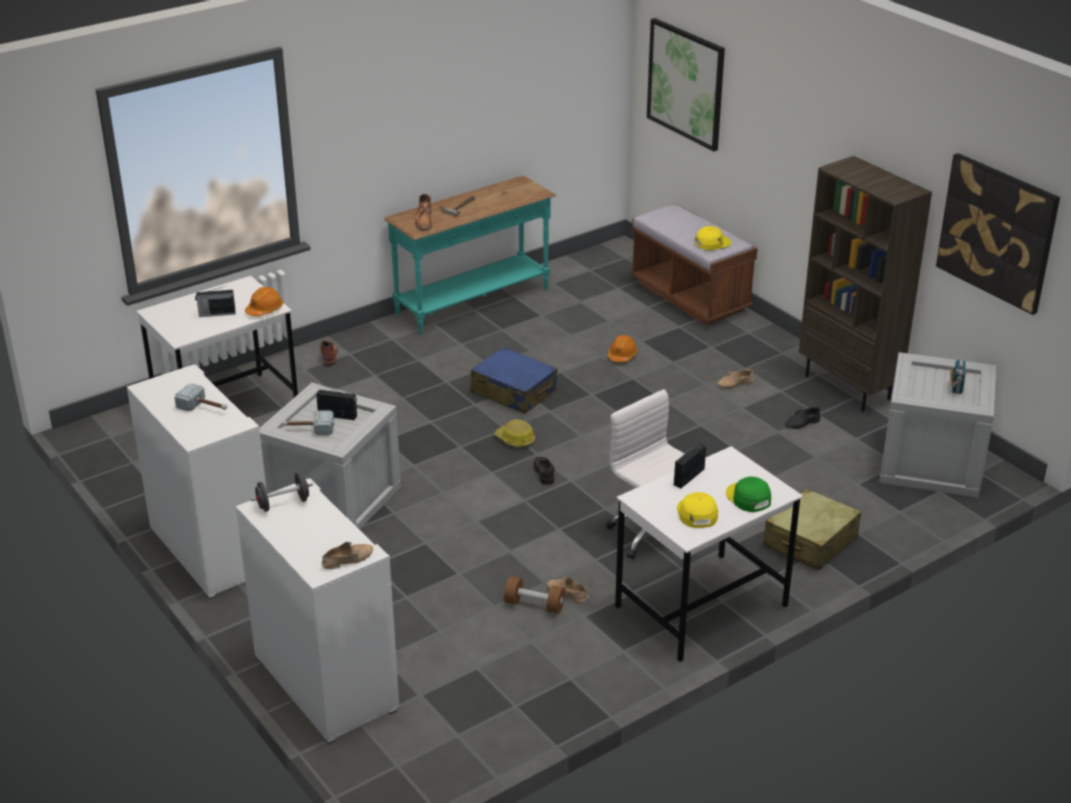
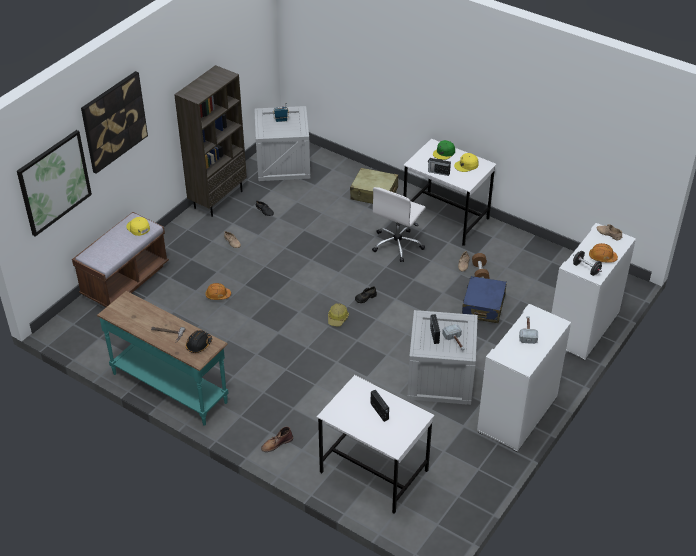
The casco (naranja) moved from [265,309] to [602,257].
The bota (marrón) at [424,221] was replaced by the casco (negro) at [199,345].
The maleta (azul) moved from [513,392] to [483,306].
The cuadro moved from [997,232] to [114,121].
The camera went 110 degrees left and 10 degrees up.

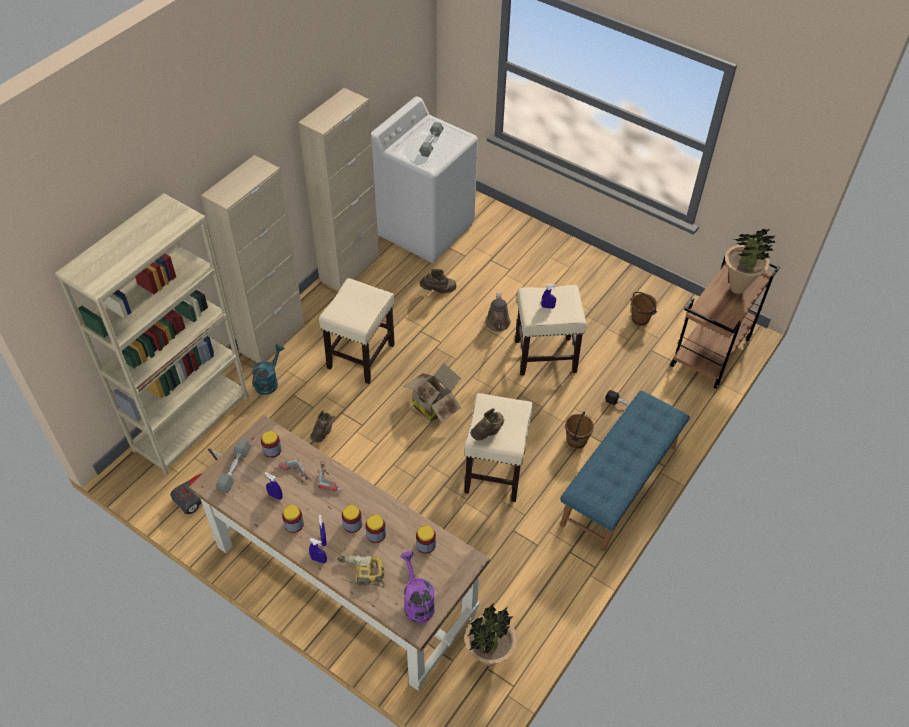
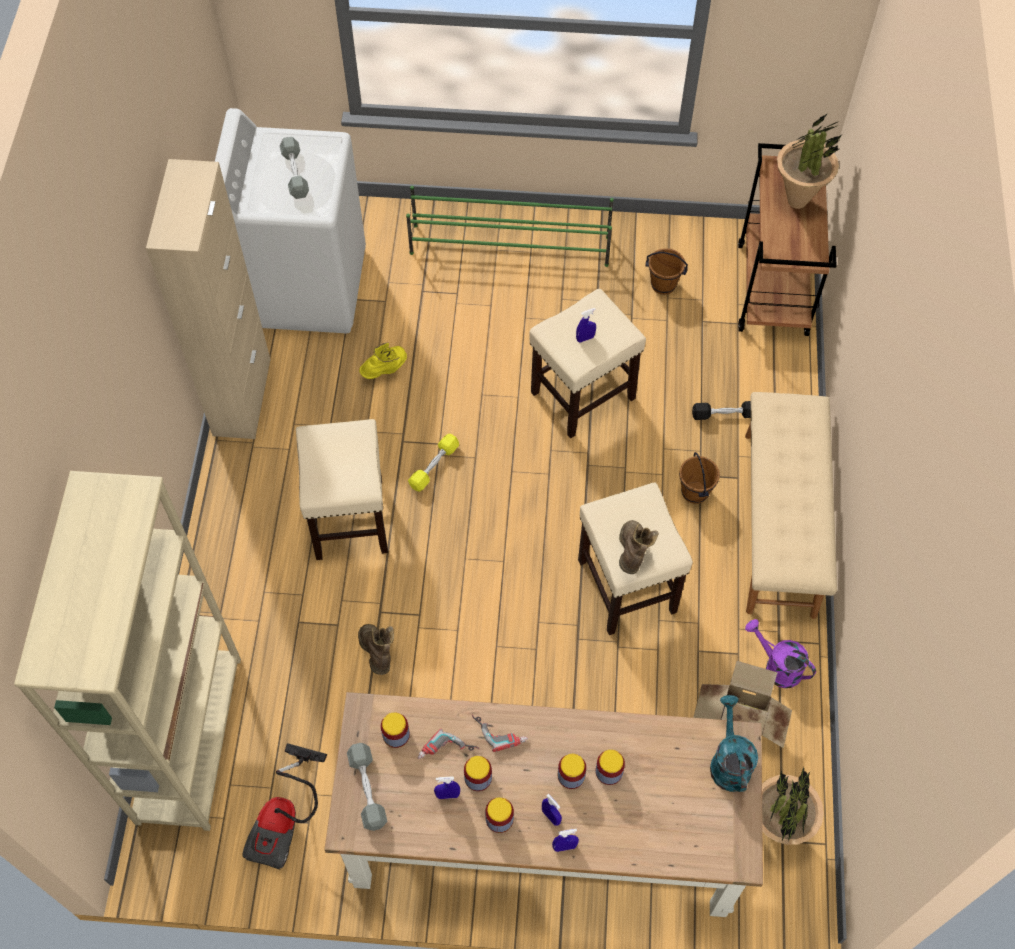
The armario (beis) at [272,338] disappeared.
The regadera (turquesa) moved from [269,381] to [728,761].
The taladro at [361,573] disappeared.
The regadera (morado) moved from [417,601] to [777,666].
The caja de cartón moved from [433,406] to [738,720].
The tarro moved from [426,545] to [478,777].
The bota (marrón) at [438,291] became the bota (amarillo) at [385,370].
The regadera (marrón) at [498,324] disappeared.
The banco (azul) at [620,485] became the banco (beis) at [781,523].
The zapatero (verde) at [511,246] appeared.
The mancuerna (amarillo) at [434,466] appeared.
The camera went 30 degrees left and 10 degrees up.

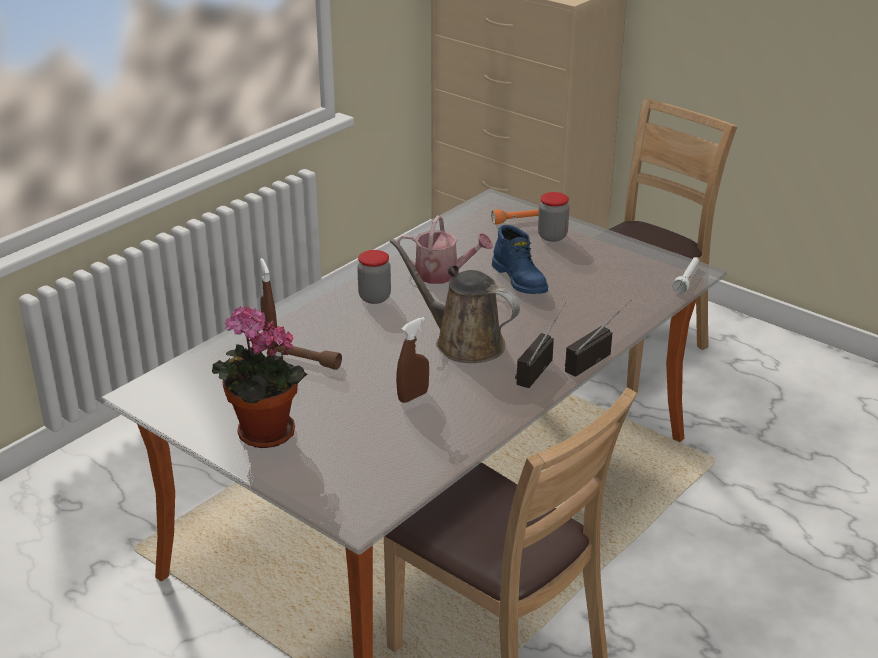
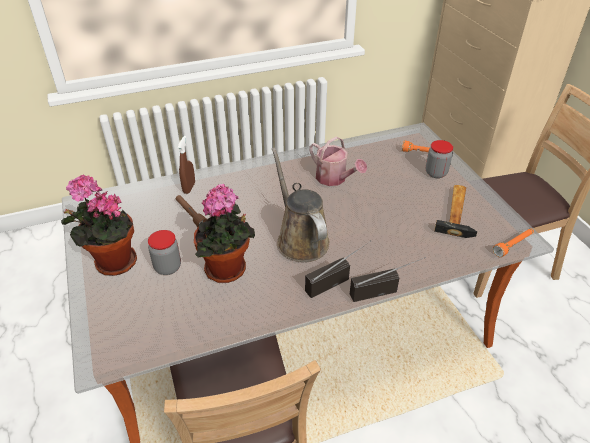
The tarro moved from [374,297] to [168,267].
The pulverizador (marrón) at [413,396] was replaced by the planta en maceta at [228,271].
The bota (azul) at [521,280] disappeared.
The linterna (blanco) at [687,279] became the linterna (naranja) at [513,245].
The martillo at [458,212] appeared.
The camera went 30 degrees right and 10 degrees up.

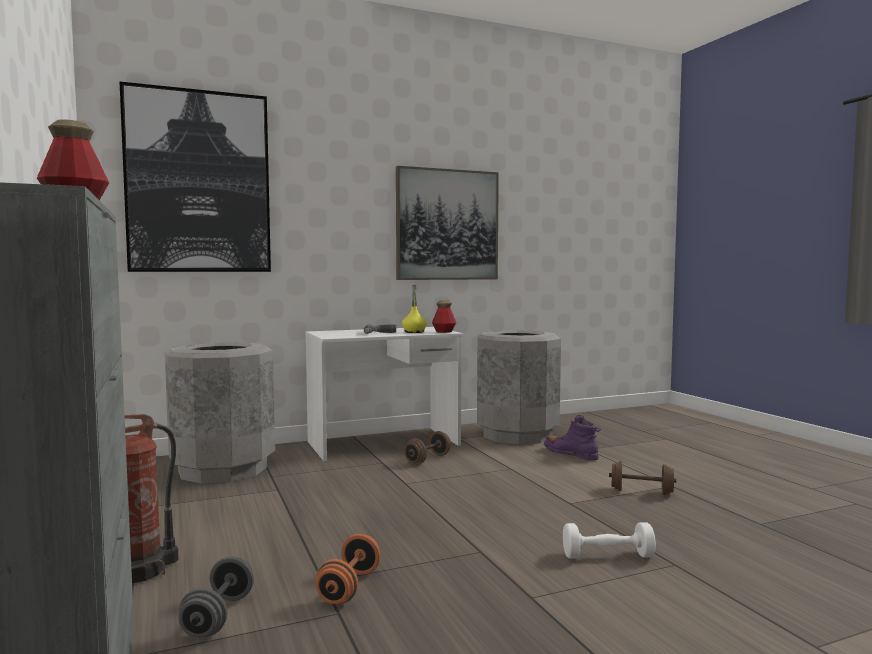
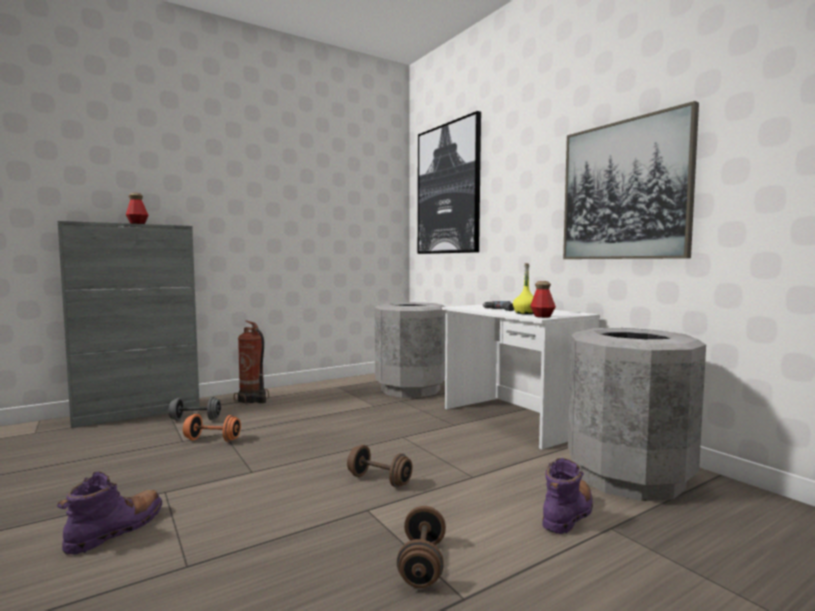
The mancuerna (marrón) moved from [428,459] to [379,480].
The mancuerna (blanco) at [607,556] disappeared.
The bota (morado) at [116,529] appeared.
The camera went 80 degrees right and 0 degrees up.

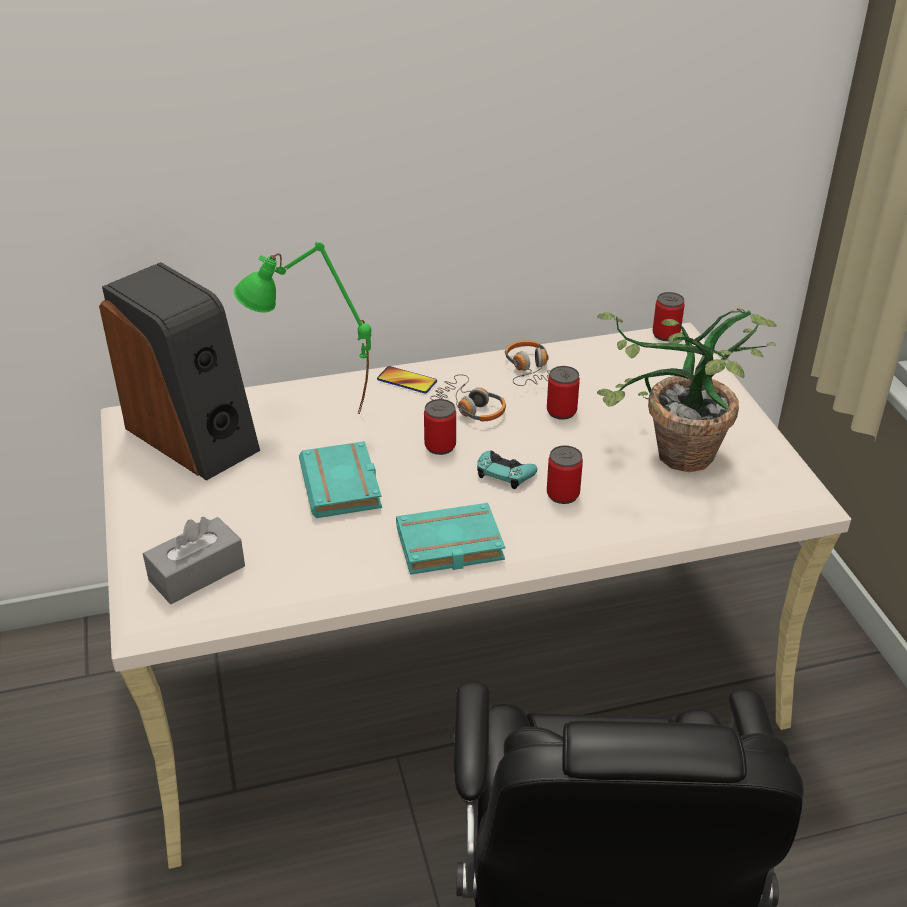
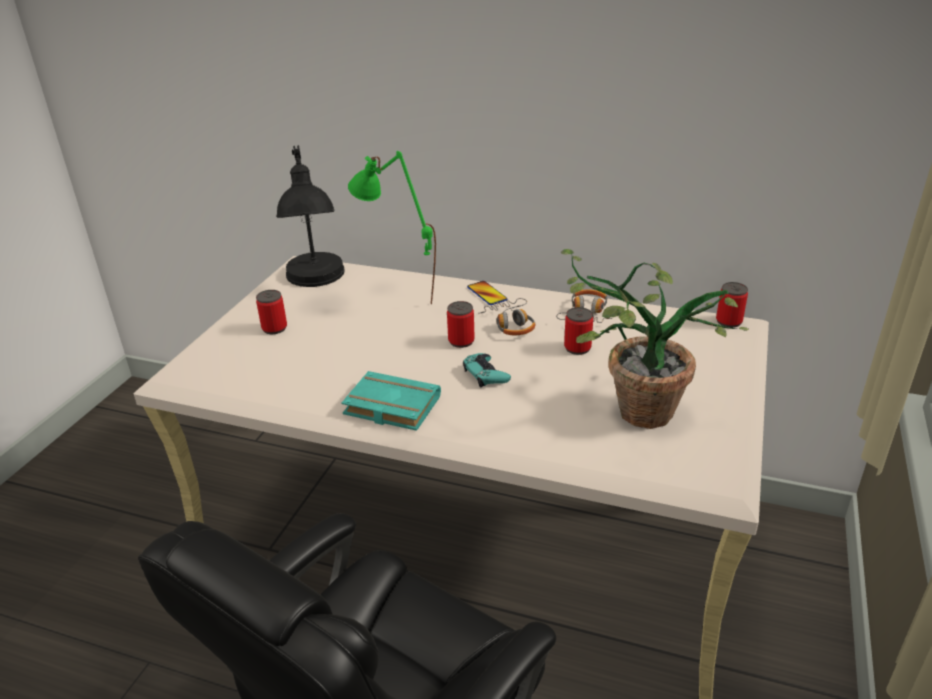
The altavoz at [194,437] was replaced by the lámpara de mesa (negro) at [317,285].
The caja de pañuelos (gris) at [197,573] disappeared.
The libro (turquesa) at [344,487] disappeared.
The lata moved from [563,494] to [274,328].
The camera went 35 degrees right and 5 degrees down.

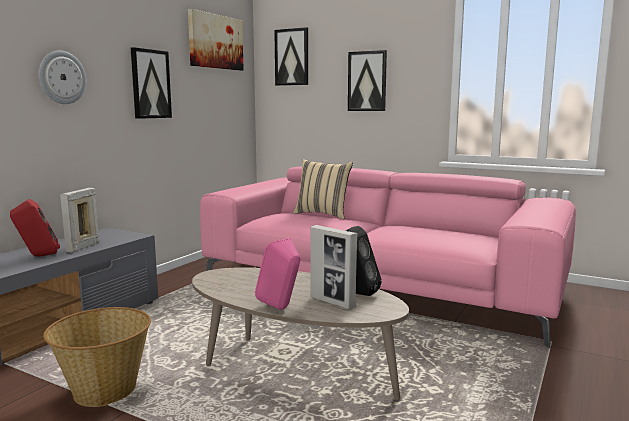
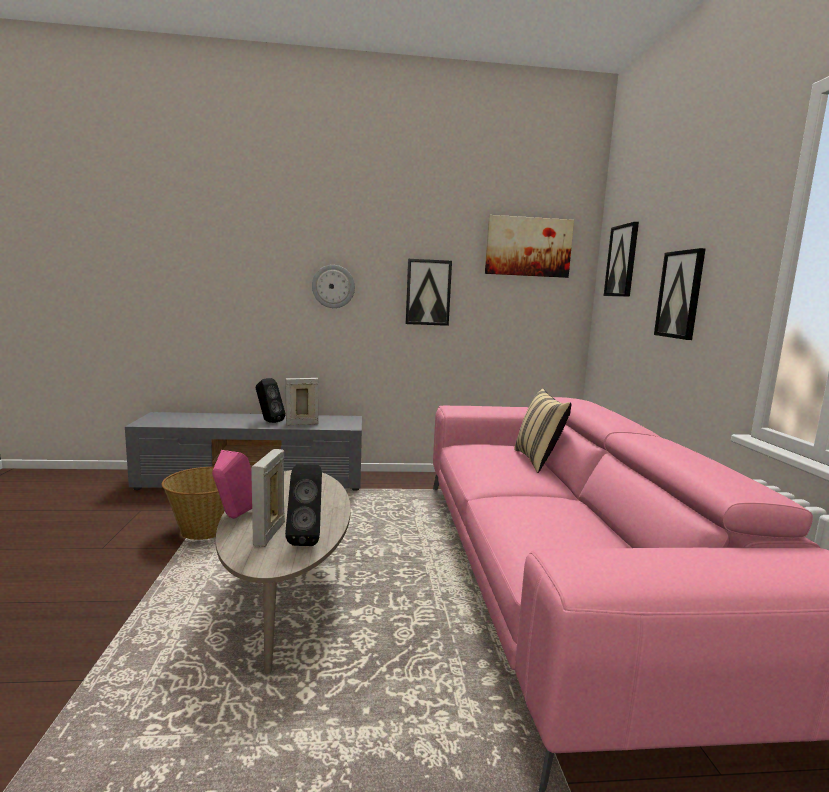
The altavoz (rojo) at [38,256] became the altavoz (negro) at [268,421].
The camera went 55 degrees right and 0 degrees up.

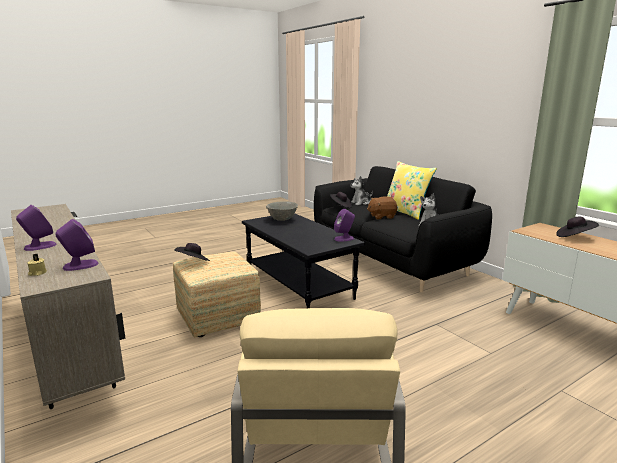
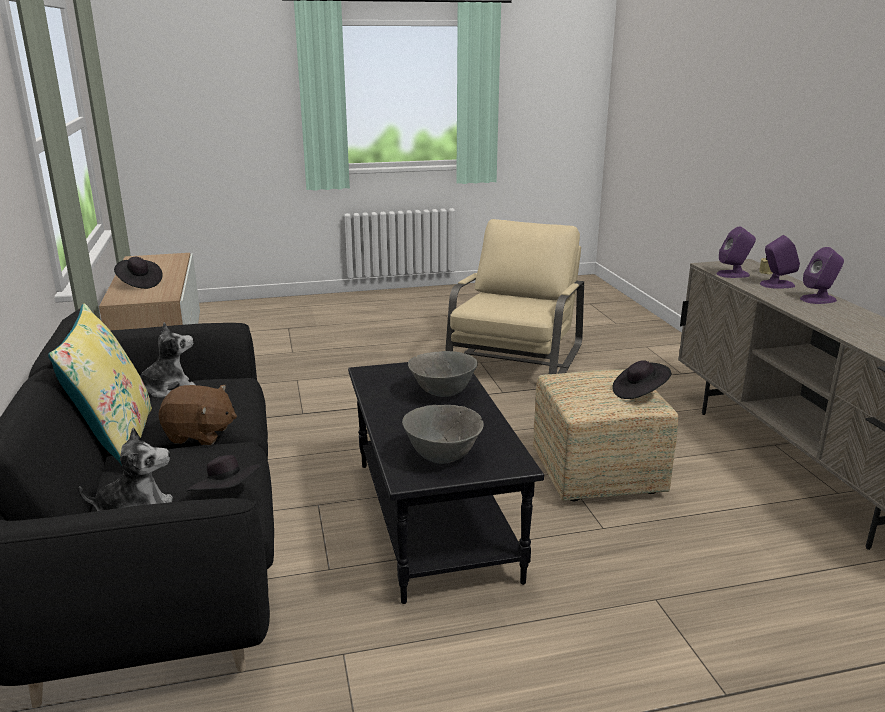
The altavoz (morado) moved from [344,238] to [776,284].
The cuenco (gris) at [443,393] appeared.
The camera went 160 degrees left and 5 degrees up.

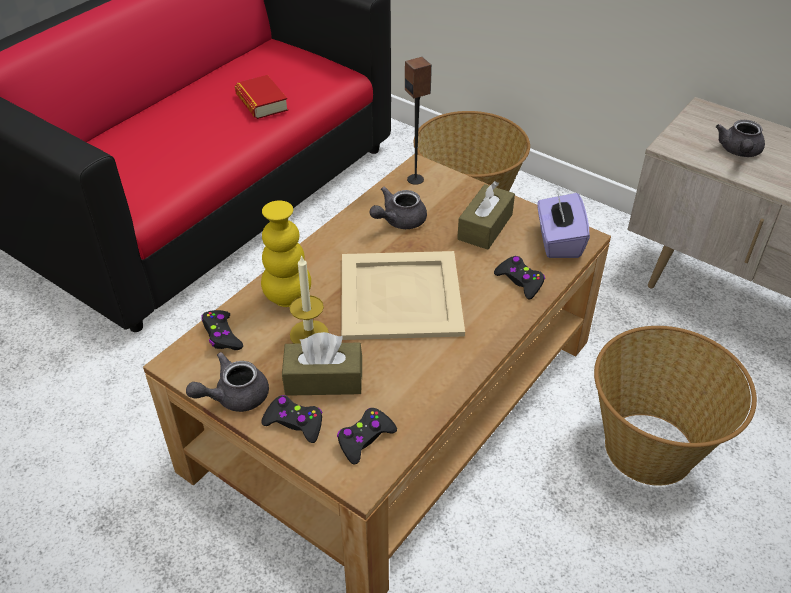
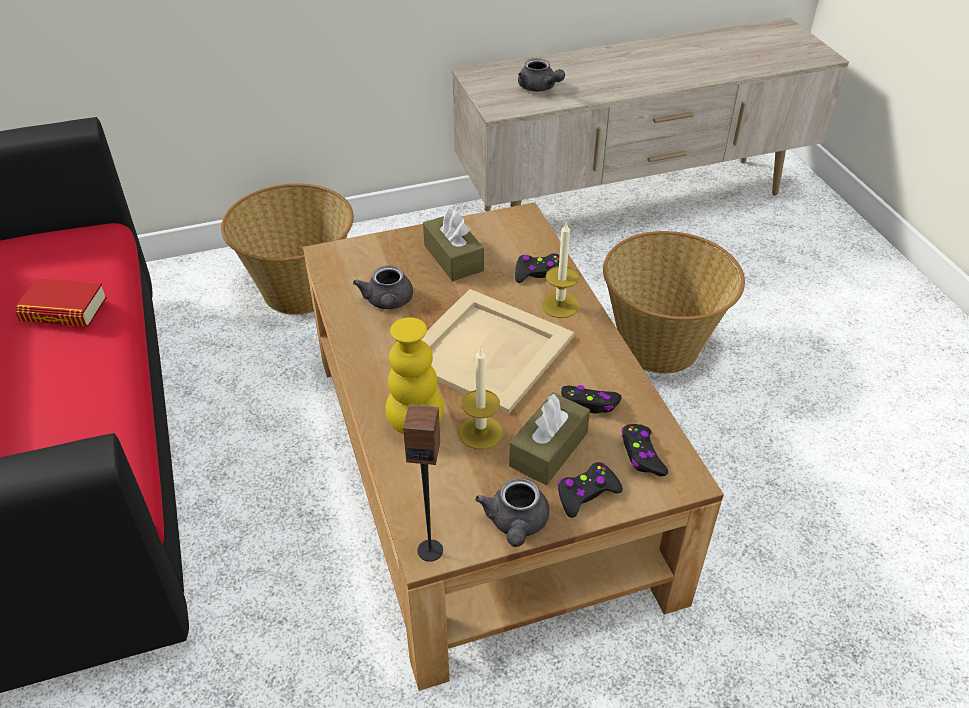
The mando de consola (negro) moved from [222,335] to [589,404].
The altavoz moved from [415,179] to [430,550].
The caja de pañuelos (morado) at [558,241] disappeared.
The vela at [560,305] appeared.
The camera went 55 degrees left and 0 degrees up.

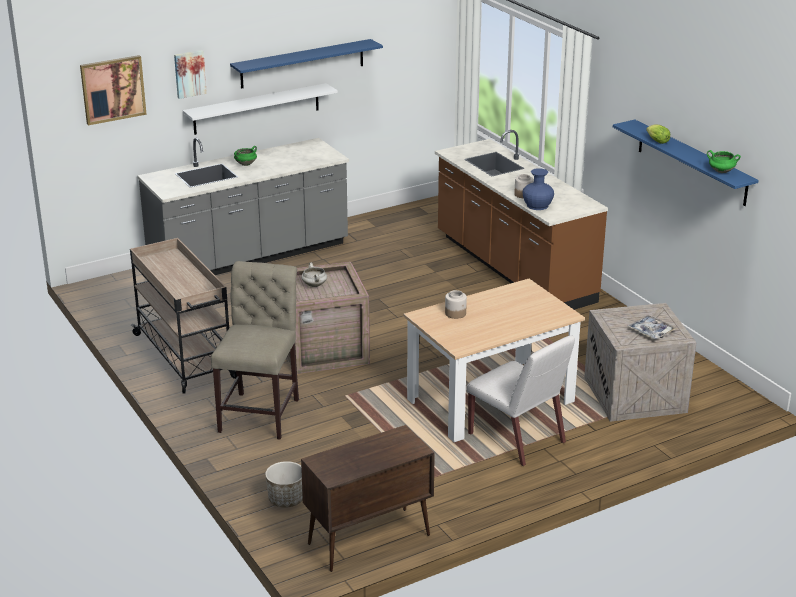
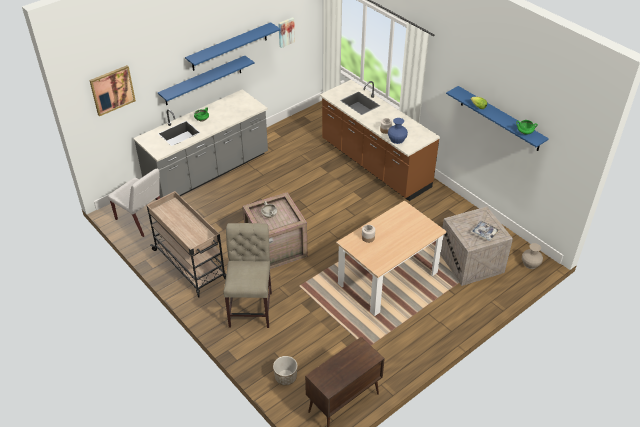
The cuadro moved from [189,73] to [285,32].
The estante (blanco) at [256,109] became the estante (azul) at [203,80].
The silla (blanco) moved from [517,439] to [142,219].
The florero (beis) at [530,263] appeared.
The camera went 10 degrees left and 15 degrees up.

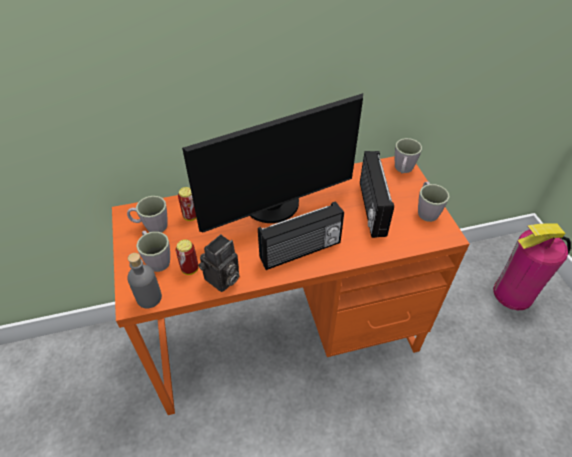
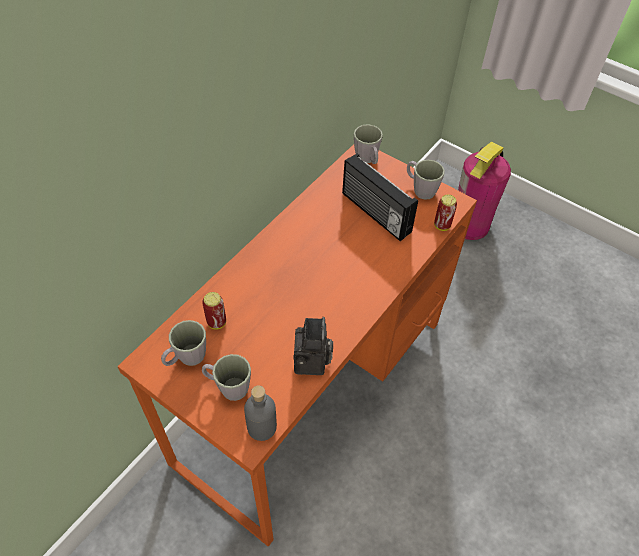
The lata moved from [190,269] to [442,225].
The monitor at [274,207] disappeared.
The radio at [301,251] disappeared.
The camera went 40 degrees left and 5 degrees up.

